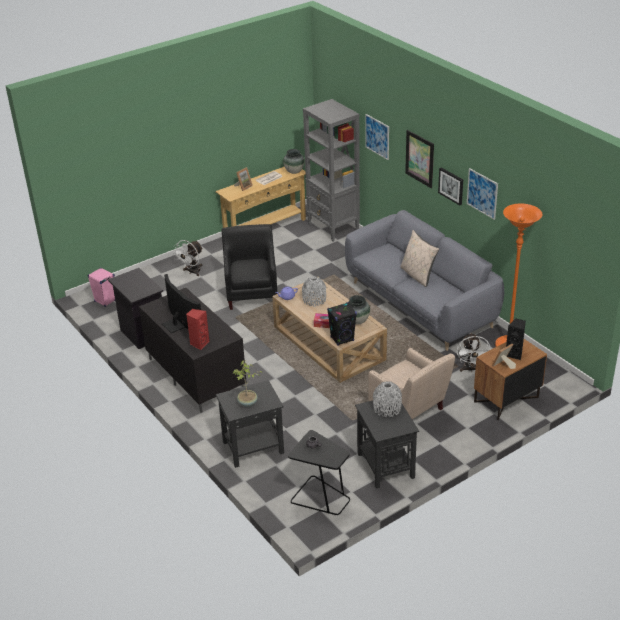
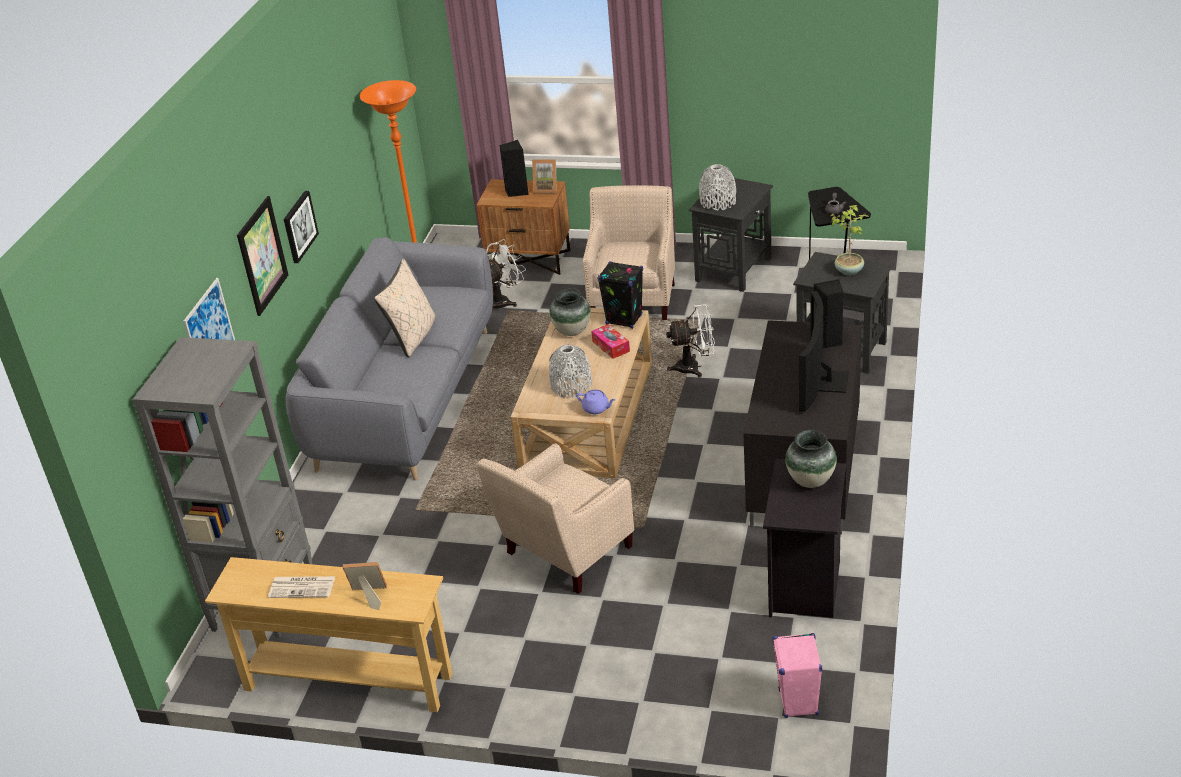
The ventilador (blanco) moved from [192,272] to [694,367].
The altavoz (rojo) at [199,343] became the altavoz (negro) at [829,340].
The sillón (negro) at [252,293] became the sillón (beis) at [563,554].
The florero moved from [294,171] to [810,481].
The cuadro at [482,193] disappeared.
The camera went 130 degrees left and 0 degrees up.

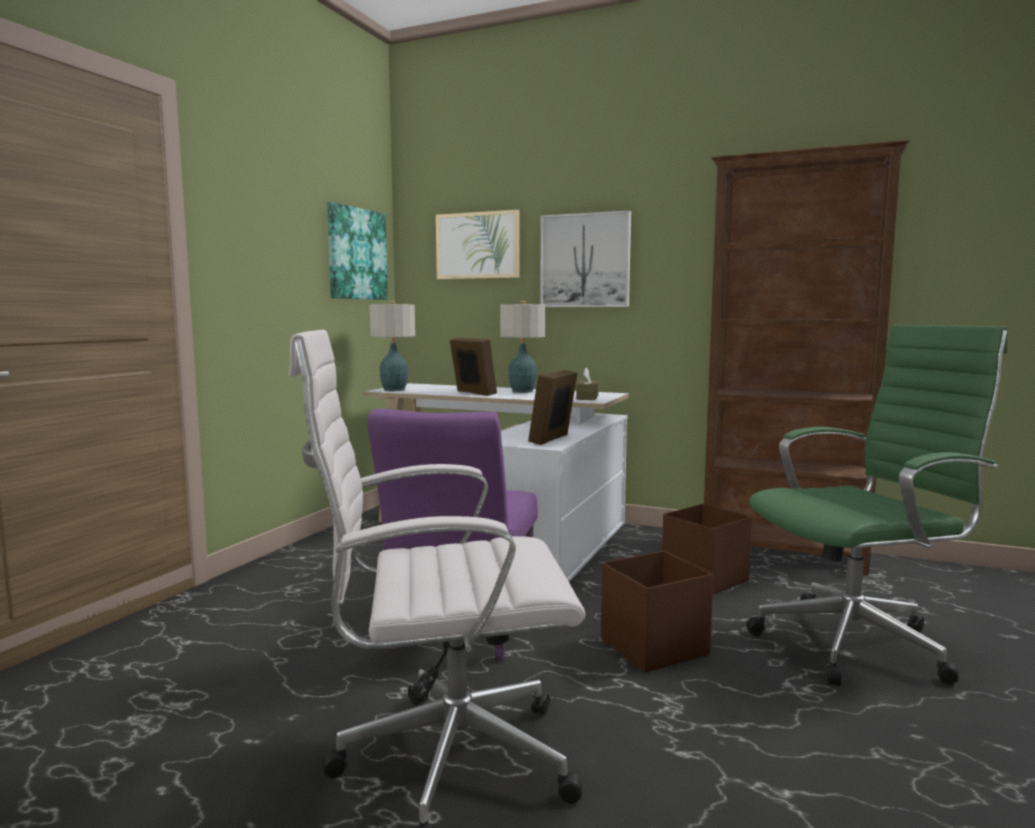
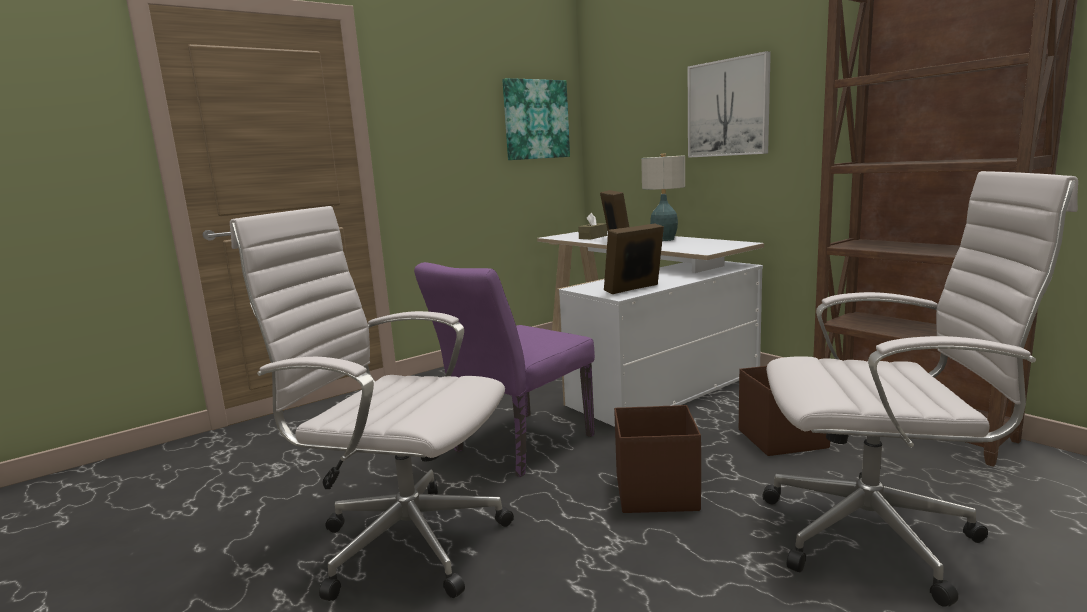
The lámpara de mesa at [394,390] disappeared.
The cuadro at [478,245] disappeared.
The caja de pañuelos (marrón) moved from [587,397] to [593,237].
The silla de oficina (verde) at [858,643] became the silla de oficina (blanco) at [879,536].
The camera went 30 degrees right and 5 degrees up.

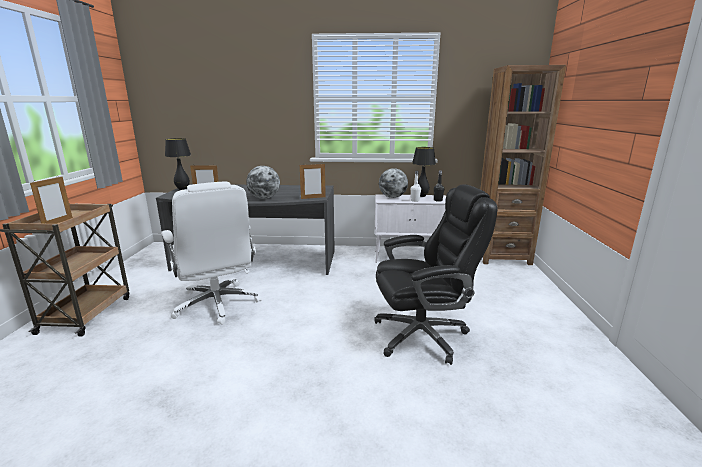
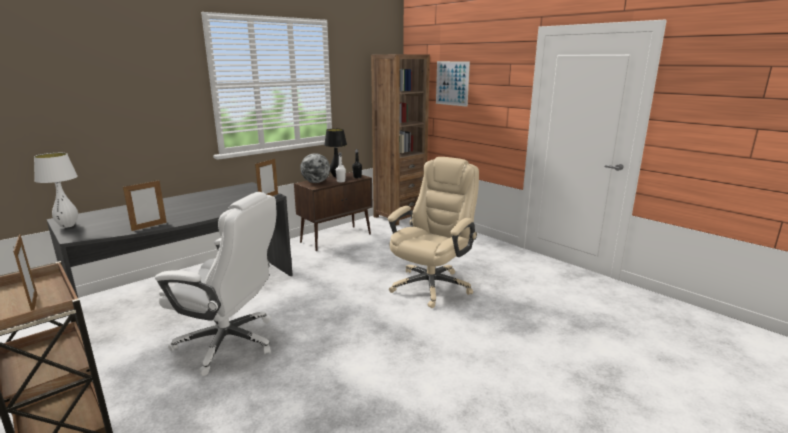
The lámpara de mesa (negro) at [183,189] became the lámpara de mesa (blanco) at [68,226].
The globo terráqueo at [264,198] disappeared.
The silla de oficina (negro) at [423,335] became the silla de oficina (beis) at [432,286].
The armario (blanco) at [409,257] became the armario (marrón) at [336,238].
The cuadro at [452,83] appeared.
The camera went 45 degrees left and 0 degrees up.

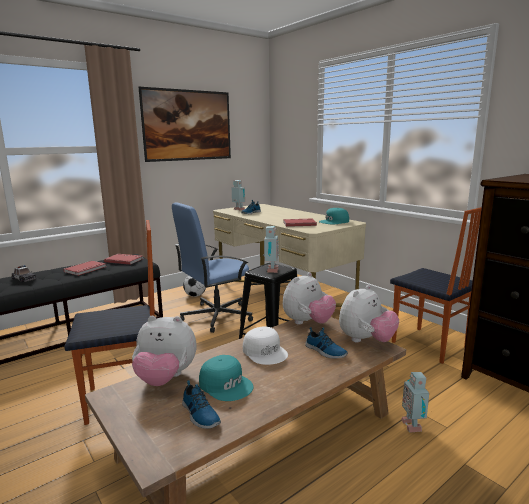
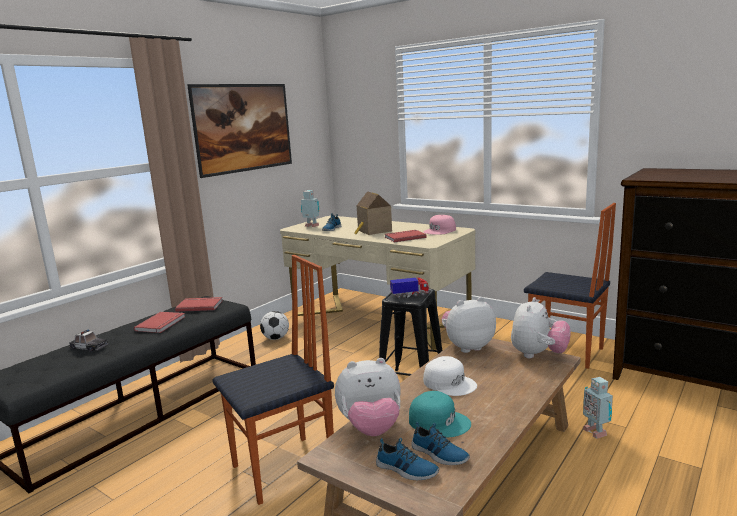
The silla de oficina (azul) at [216,316] disappeared.
The robot de juguete at [271,271] was replaced by the camión de juguete at [410,295].
The peluche at [307,323] turned 135 degrees counterclockwise.
The zapato moved from [325,351] to [406,470].
The gorra (turquesa) at [334,221] became the gorra (rosa) at [440,231].
The casita at [373,231] appeared.
The camera went 15 degrees left and 0 degrees up.

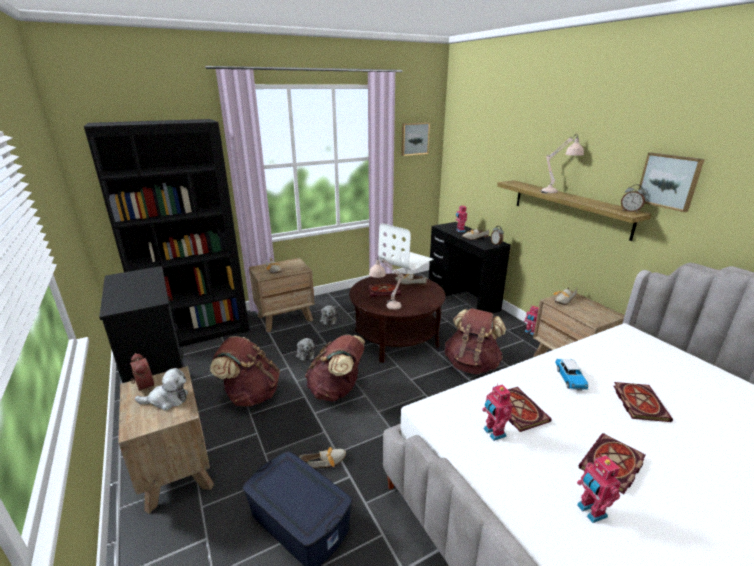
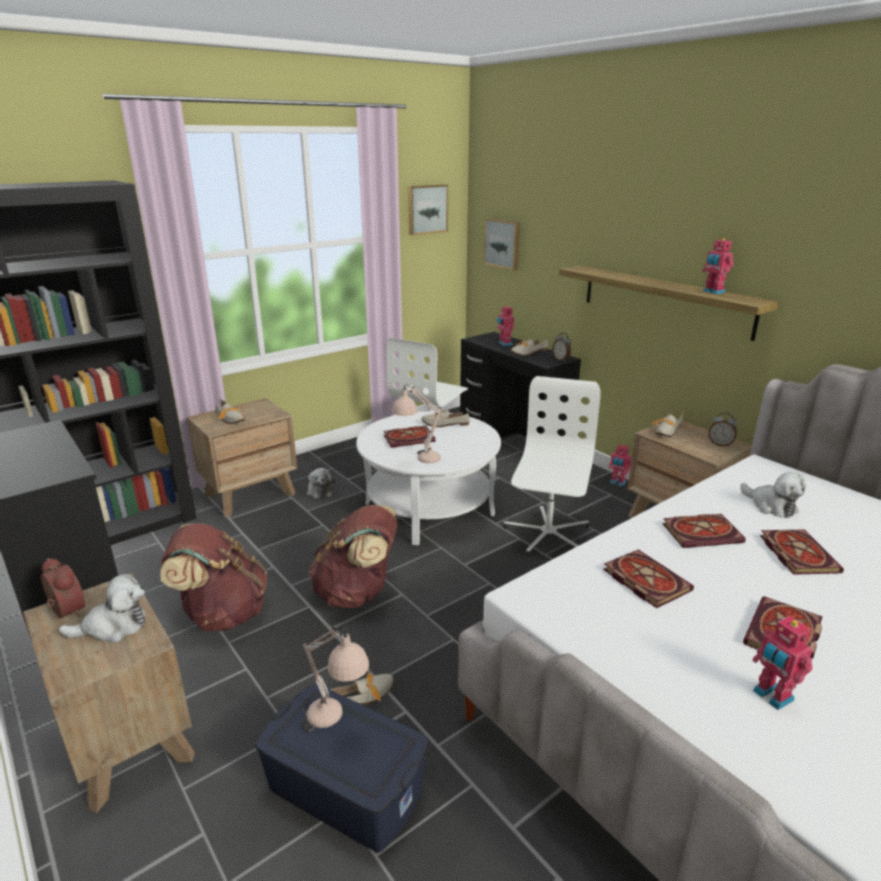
The peluche moved from [305,354] to [771,506].
The mesa de centro (marrón) at [396,338] became the mesa de centro (blanco) at [429,508].
The mochila (marrón) at [472,364] was replaced by the silla de oficina (blanco) at [547,535].
The robot de juguete moved from [493,433] to [713,292].
The lámpara de mesa (beis) moved from [557,193] to [336,724].
The coche de juguete at [570,379] was replaced by the libro at [703,533].
The despertador moved from [630,211] to [720,444].
The cuadro moved from [669,181] to [503,243].
The camera went 10 degrees left and 0 degrees up.

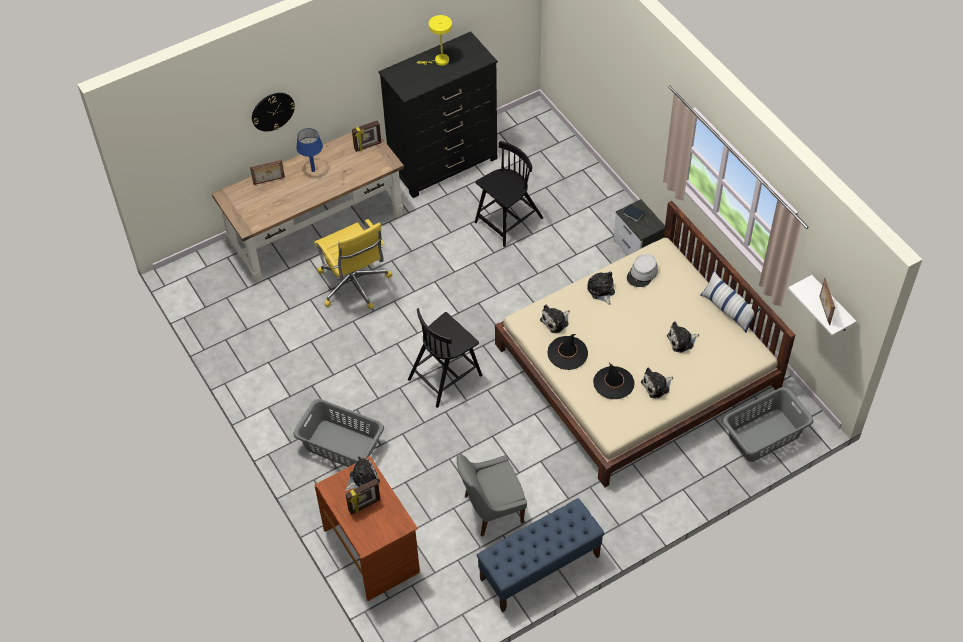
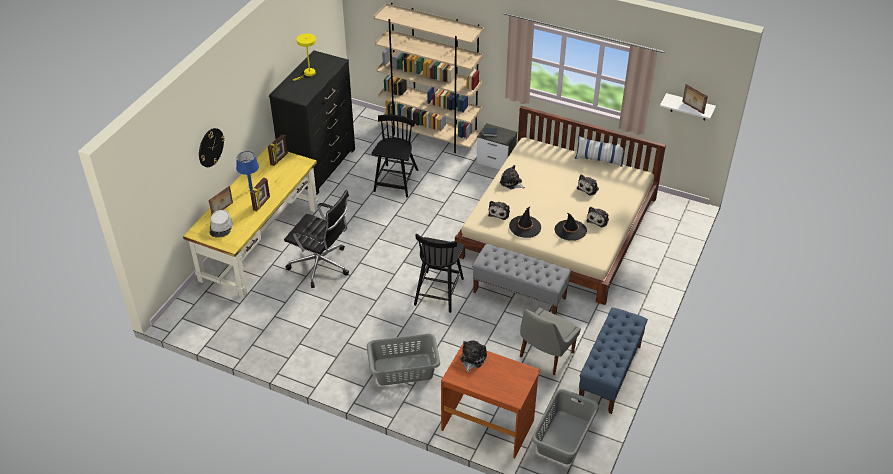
The escritorio (marrón) at [316,227] became the escritorio (amarillo) at [260,243].
The silla de oficina (amarillo) at [354,285] became the silla de oficina (negro) at [321,266].
The portarretratos moved from [364,505] to [262,204].
The sombrero (gris) moved from [642,274] to [221,227].
The cesto de la ropa (gris) moved from [763,435] to [563,437].
The estantería (beis) at [430,136] appeared.
The banco (gris) at [520,295] appeared.
The camera went 35 degrees left and 10 degrees down.

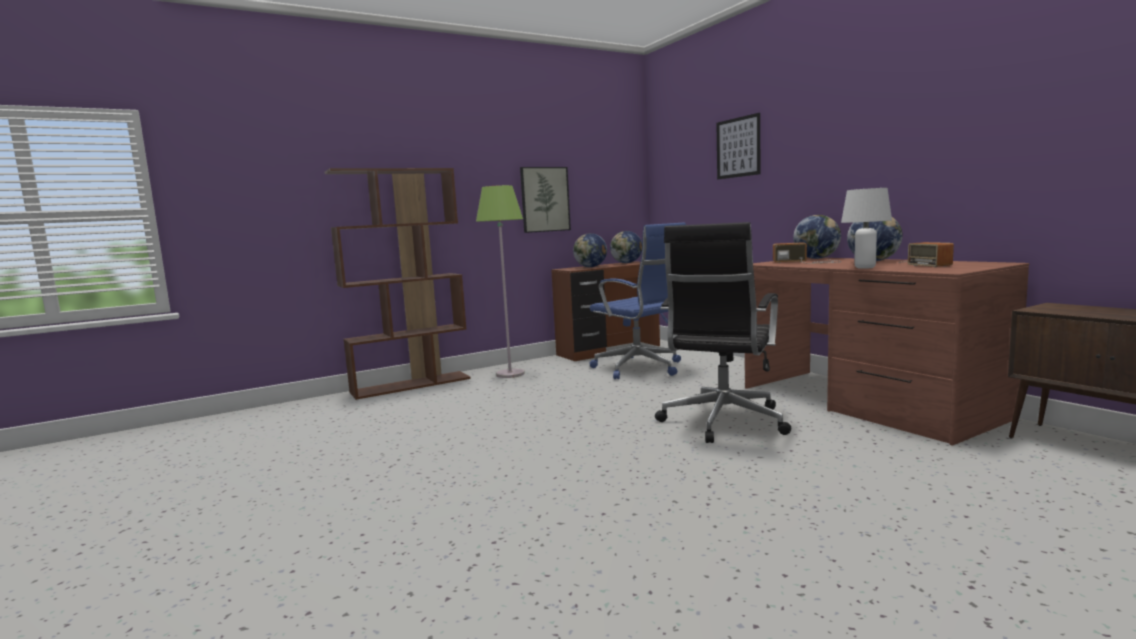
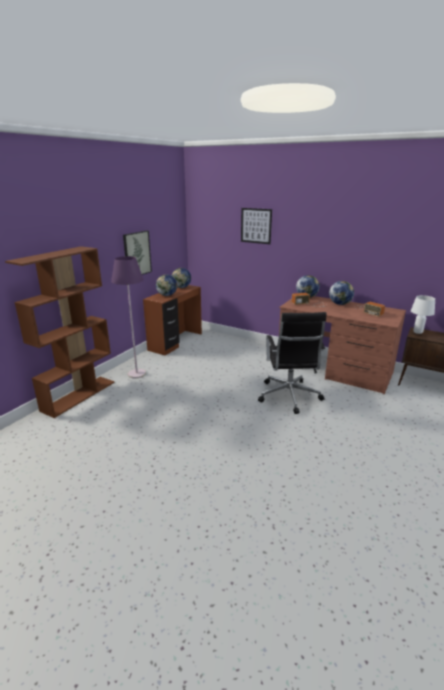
The lámpara de pie (verde) at [510,374] became the lámpara de pie (morado) at [137,374].
The silla de oficina (azul) at [640,368] disappeared.
The lámpara de mesa (blanco) moved from [864,267] to [417,332].
The camera went 30 degrees left and 15 degrees up.

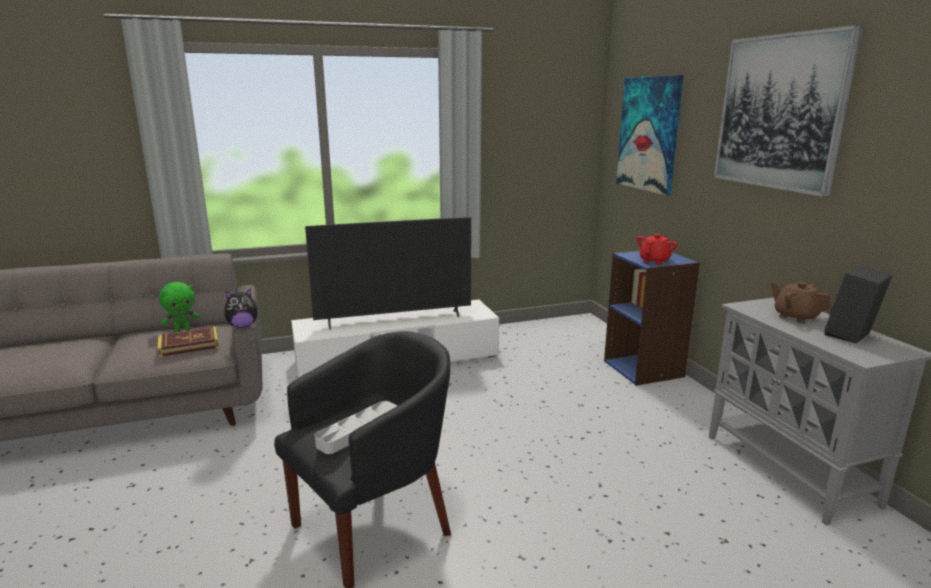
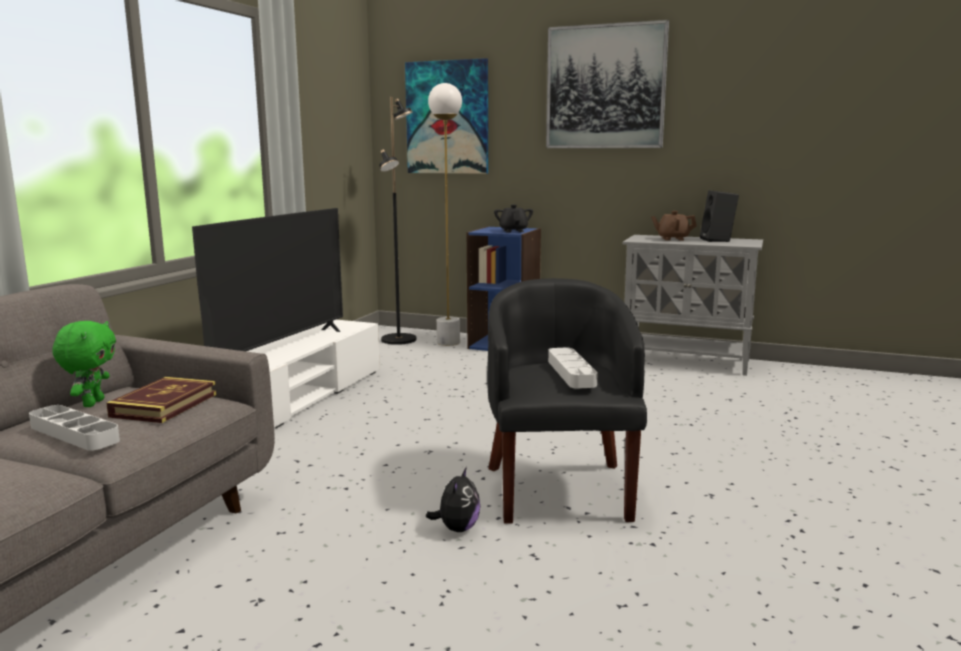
The peluche moved from [243,326] to [457,528].
The tetera (rojo) at [654,261] became the tetera (negro) at [513,231].
The bandeja (gris) at [74,433] appeared.
The lámpara de pie (negro) at [399,340] appeared.
The lámpara de pie (blanco) at [448,343] appeared.
The camera went 50 degrees left and 5 degrees down.

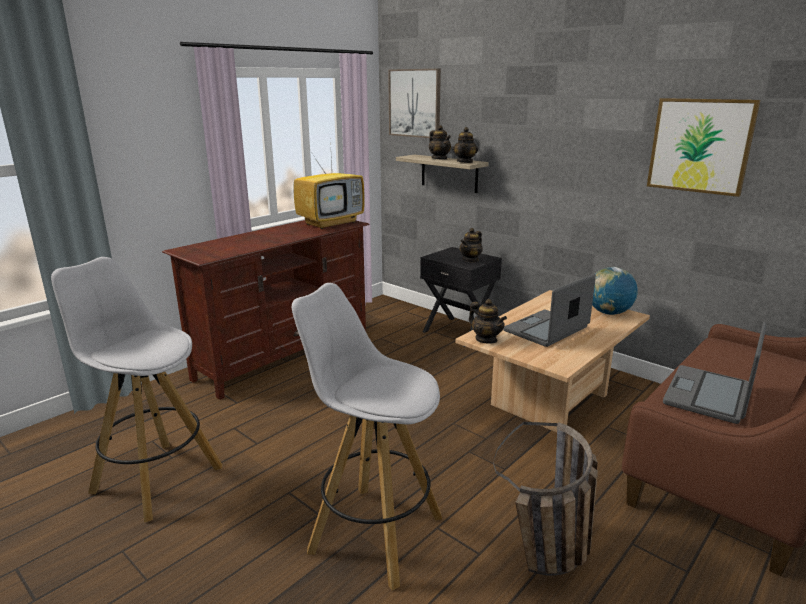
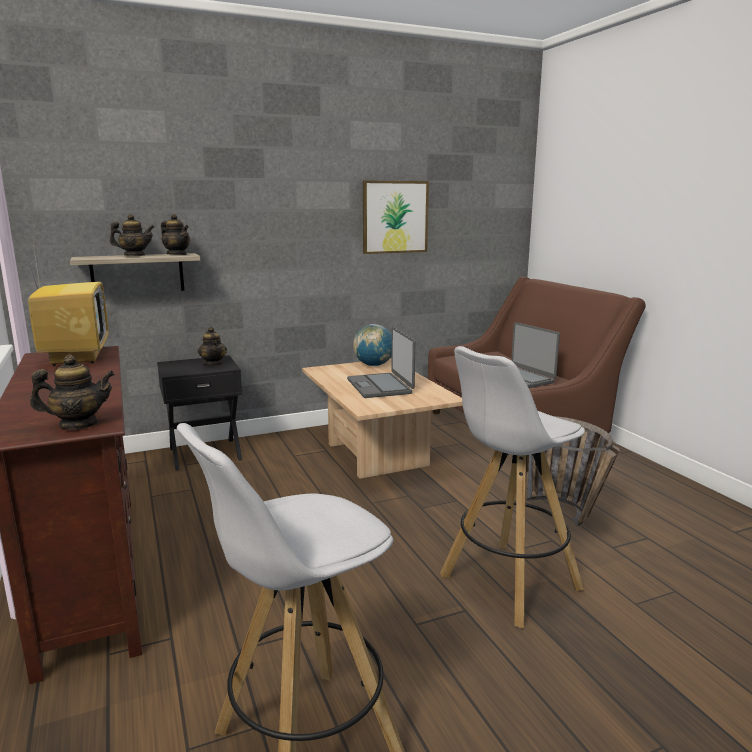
The cuadro at [415,103] disappeared.
The tetera moved from [486,339] to [78,424].
The camera went 65 degrees left and 5 degrees down.

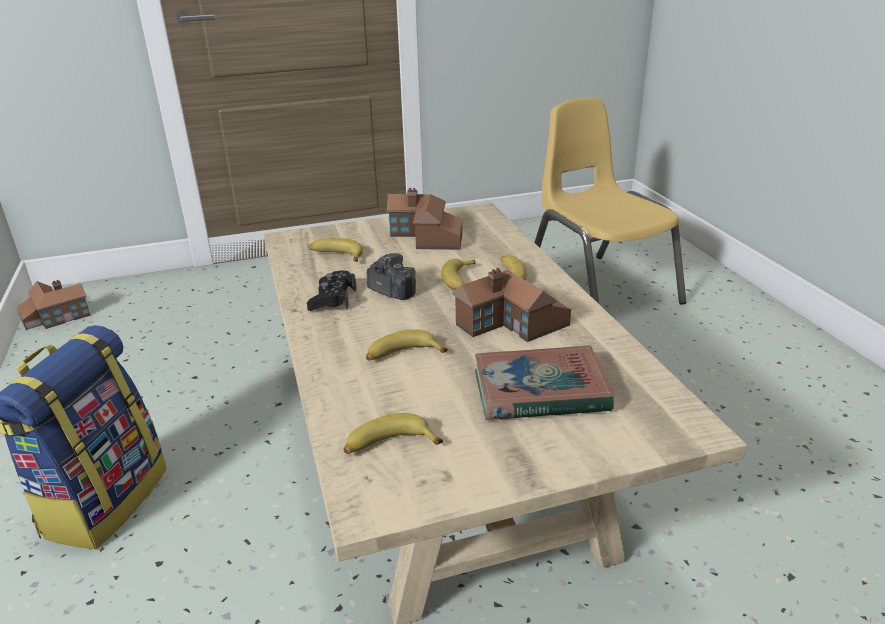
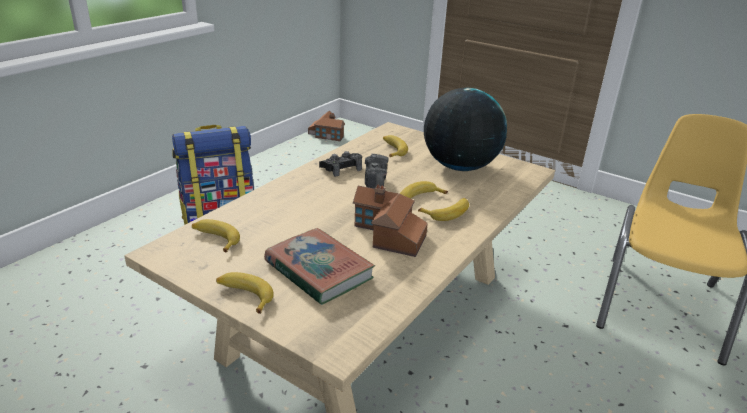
The plátano moved from [403,355] to [244,296].
The casita at [426,237] was replaced by the globo terráqueo at [459,167].
The camera went 50 degrees right and 0 degrees up.

